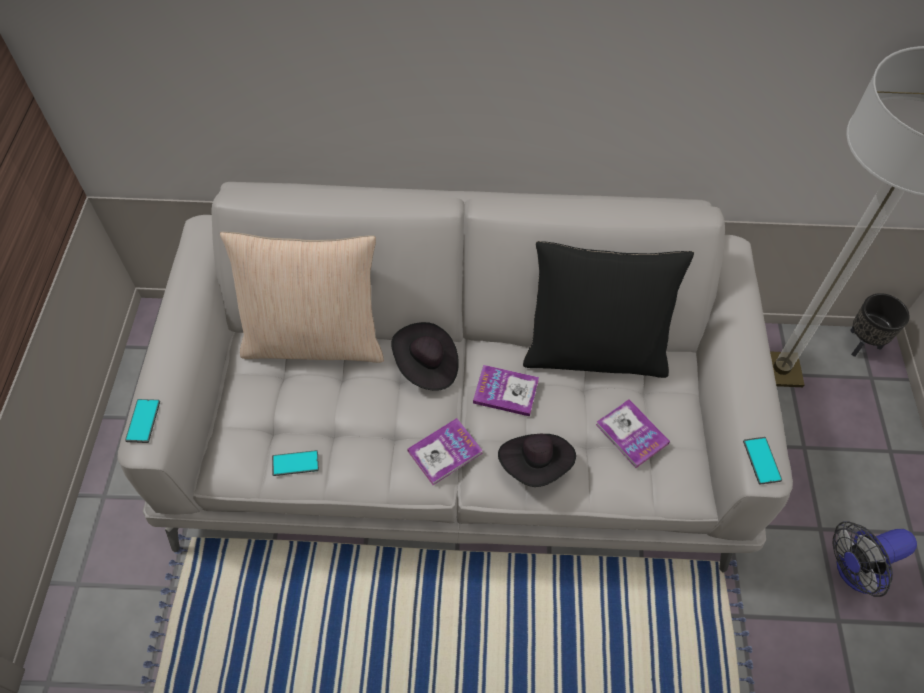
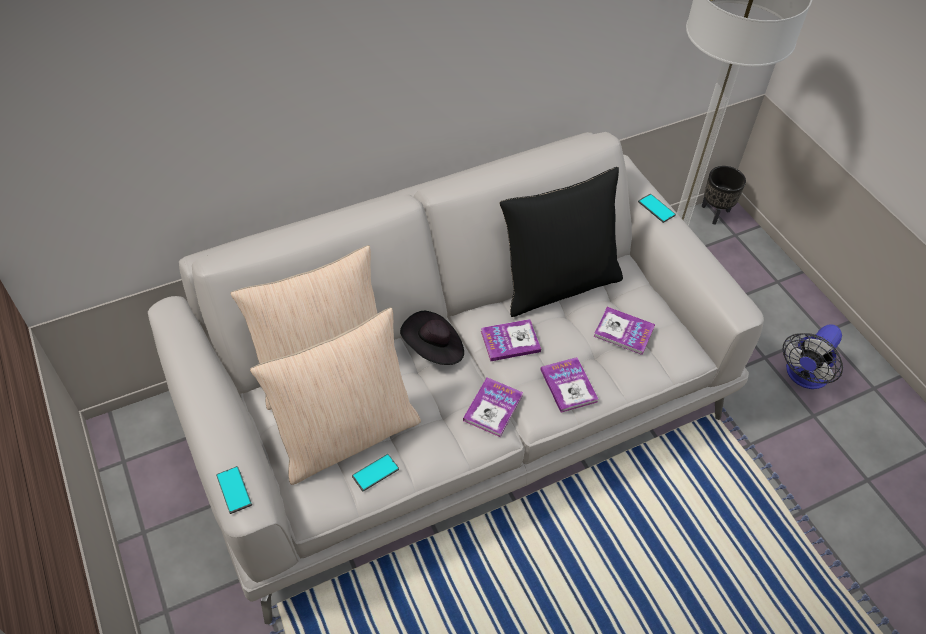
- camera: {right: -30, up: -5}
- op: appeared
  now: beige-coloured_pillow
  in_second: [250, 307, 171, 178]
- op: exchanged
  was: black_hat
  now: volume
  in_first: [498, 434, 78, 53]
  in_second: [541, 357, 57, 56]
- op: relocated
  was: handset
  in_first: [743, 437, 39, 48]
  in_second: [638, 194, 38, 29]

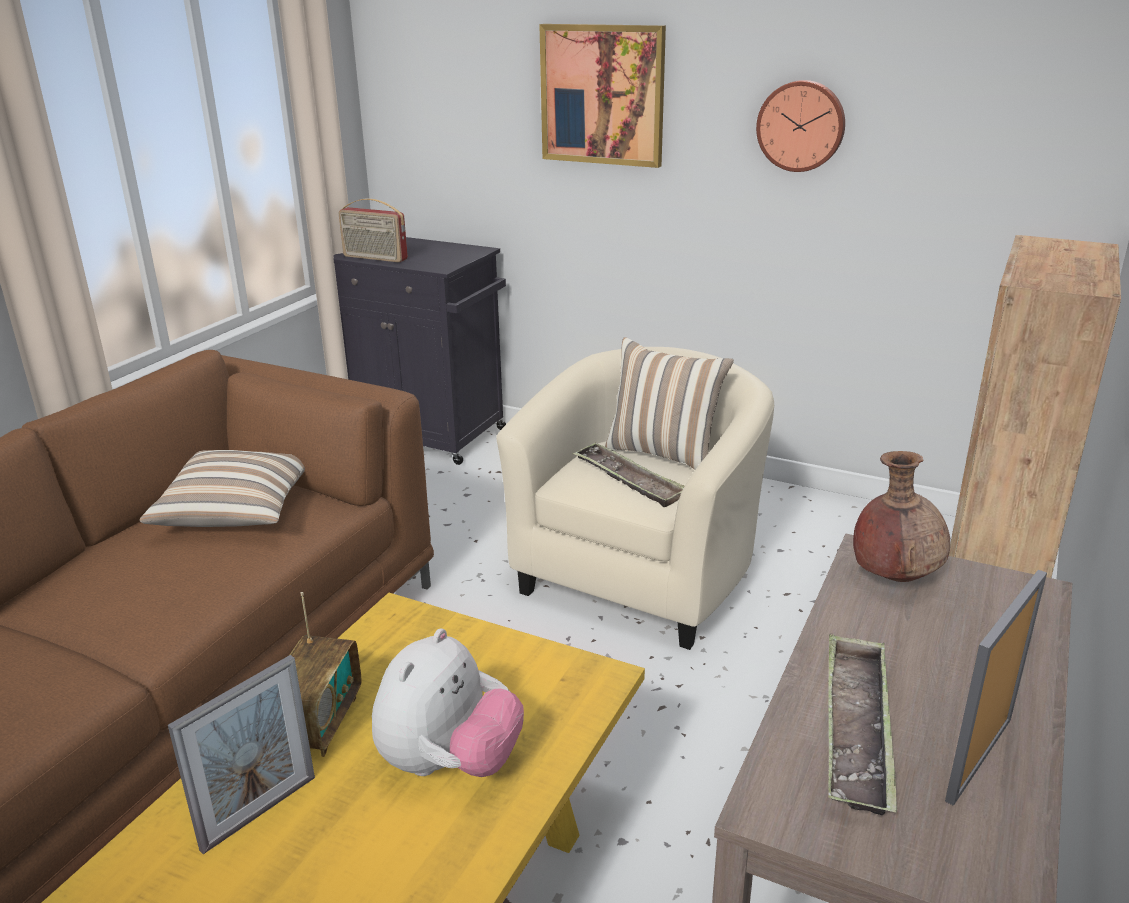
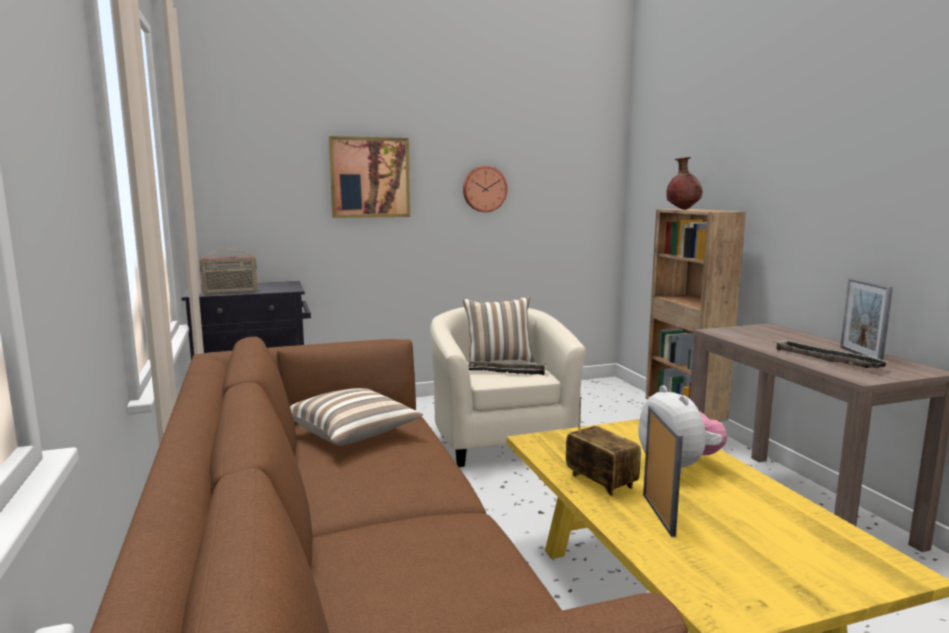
- camera: {right: -45, up: -15}
- op: relocated
  was: brown_flower_vase
  in_first: [853, 451, 97, 131]
  in_second: [666, 157, 37, 53]

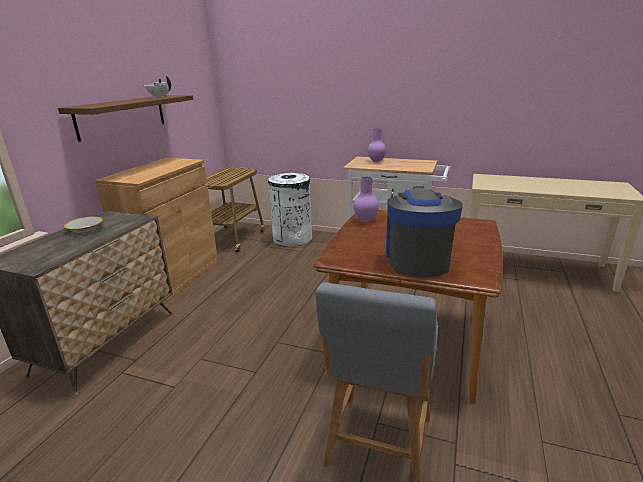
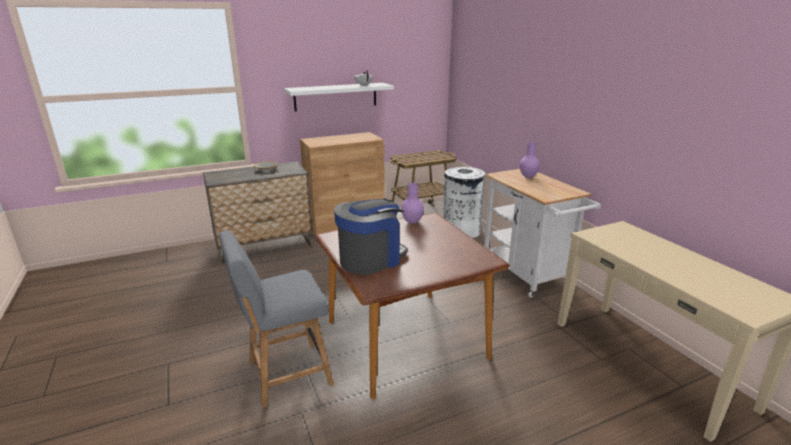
- camera: {right: 45, up: 0}
- op: colour
  was: brown_shelf
  now: white_shelf
  in_first: [58, 95, 136, 47]
  in_second: [284, 83, 110, 29]

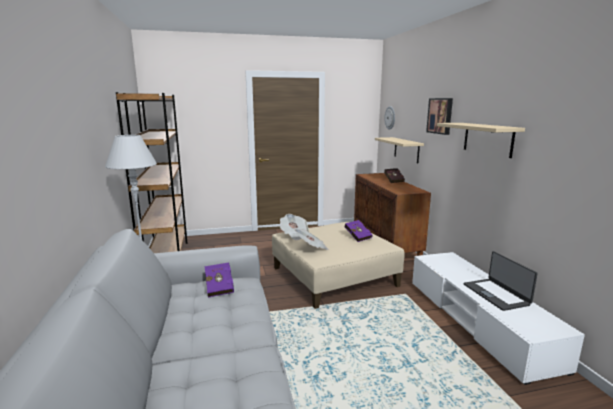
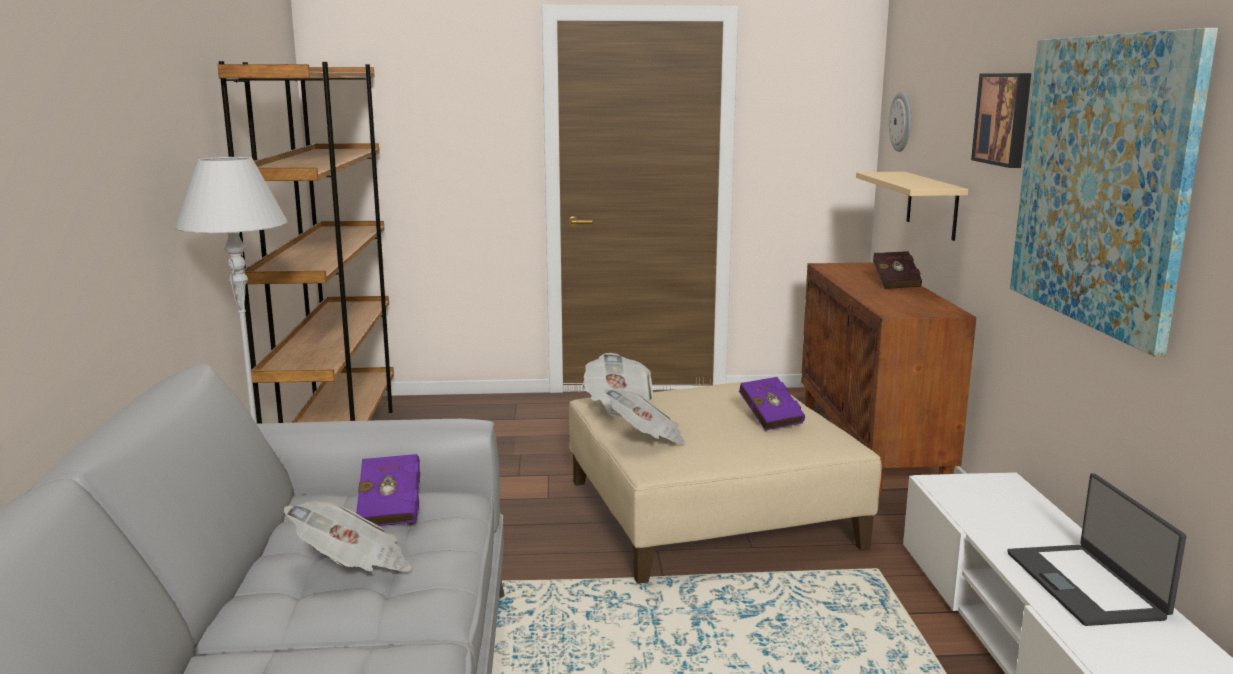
- camera: {right: 10, up: 0}
- op: appeared
  now: daily_paper
  in_second: [284, 501, 129, 71]
- op: exchanged
  was: beige-coloured_shelf
  now: wall_art
  in_first: [437, 123, 88, 35]
  in_second: [1010, 28, 208, 329]

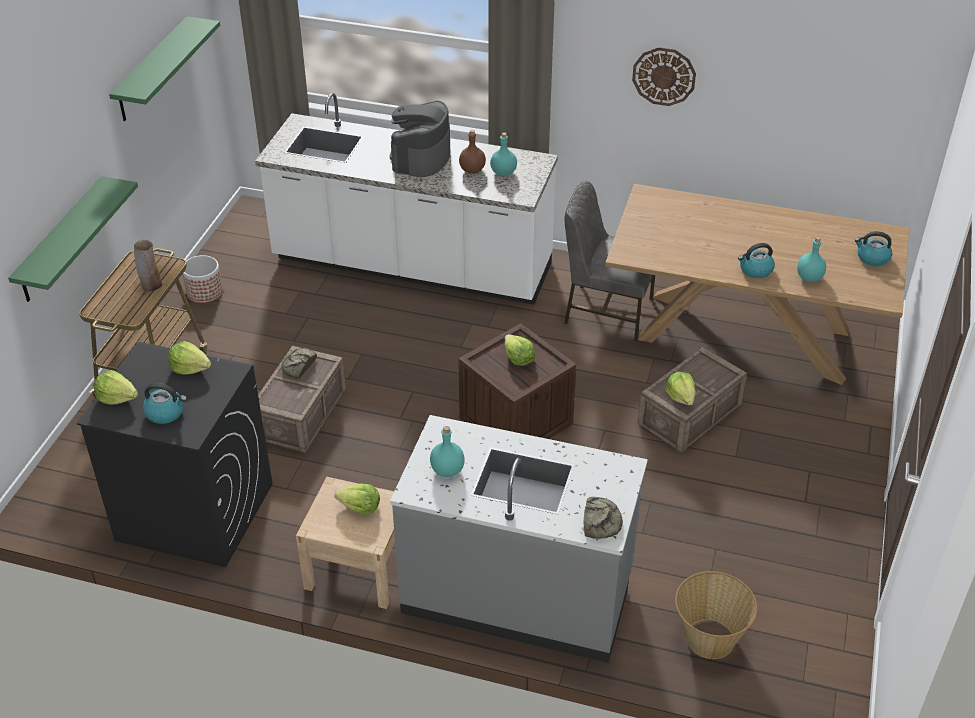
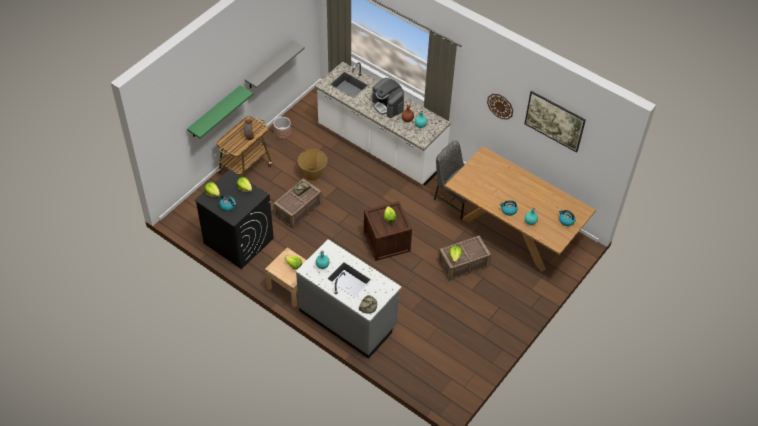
- camera: {right: 20, up: 10}
- op: appeared
  now: greyish_shelf
  in_second: [245, 40, 60, 48]
- op: relocated
  was: basket
  in_first: [675, 571, 83, 88]
  in_second: [298, 149, 29, 32]
- op: spun
  was: coffee_machine
  in_first: [390, 101, 60, 76]
  in_second: [372, 78, 32, 40]
  clockwise: -75
- op: appeared
  now: wall_art
  in_second: [524, 91, 62, 62]
- op: missing
  was: green-coloured_shelf
  in_first: [109, 16, 111, 105]

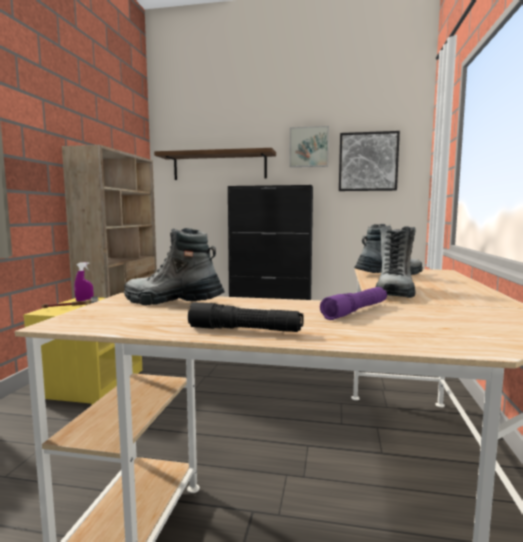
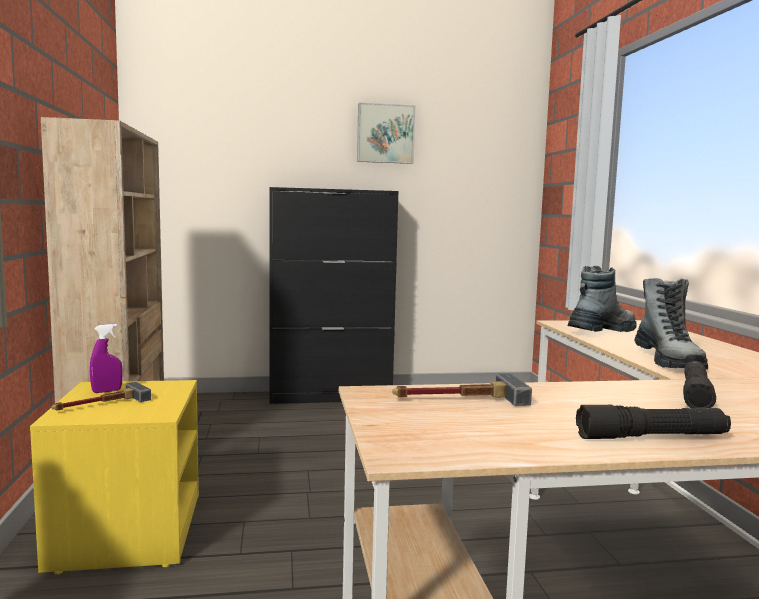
- camera: {right: -20, up: 0}
- op: exchanged
  was: boot
  now: hammer
  in_first: [124, 228, 100, 78]
  in_second: [392, 374, 140, 32]
- op: colour
  was: purplish_flashlight
  now: black_flashlight
  in_first: [320, 287, 67, 33]
  in_second: [683, 361, 33, 47]
- op: missing
  was: shelf
  in_first: [154, 148, 122, 32]
- op: missing
  was: wall_art
  in_first: [339, 131, 61, 60]

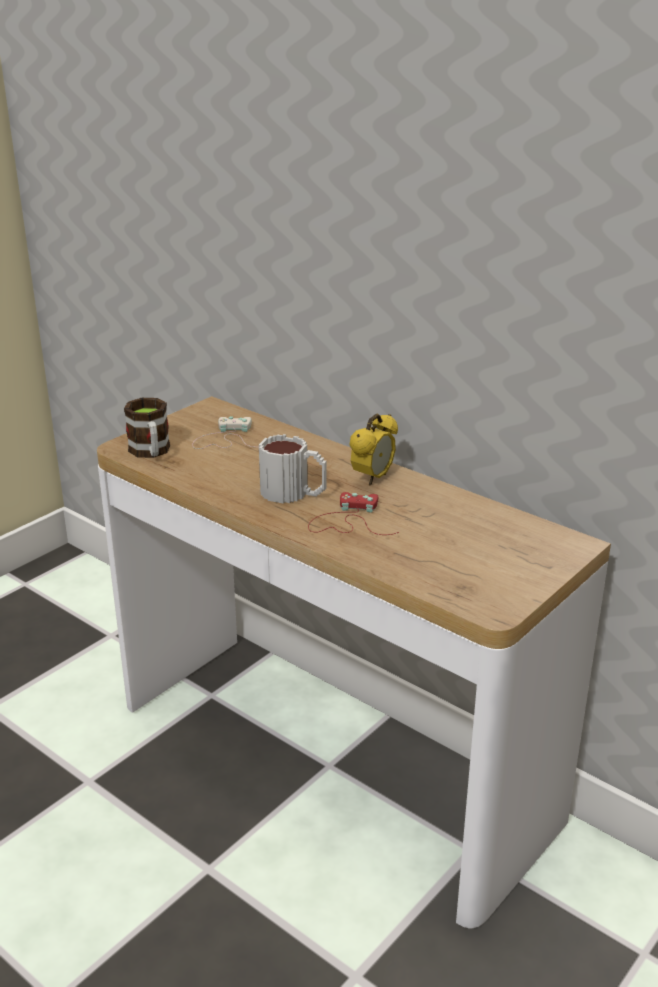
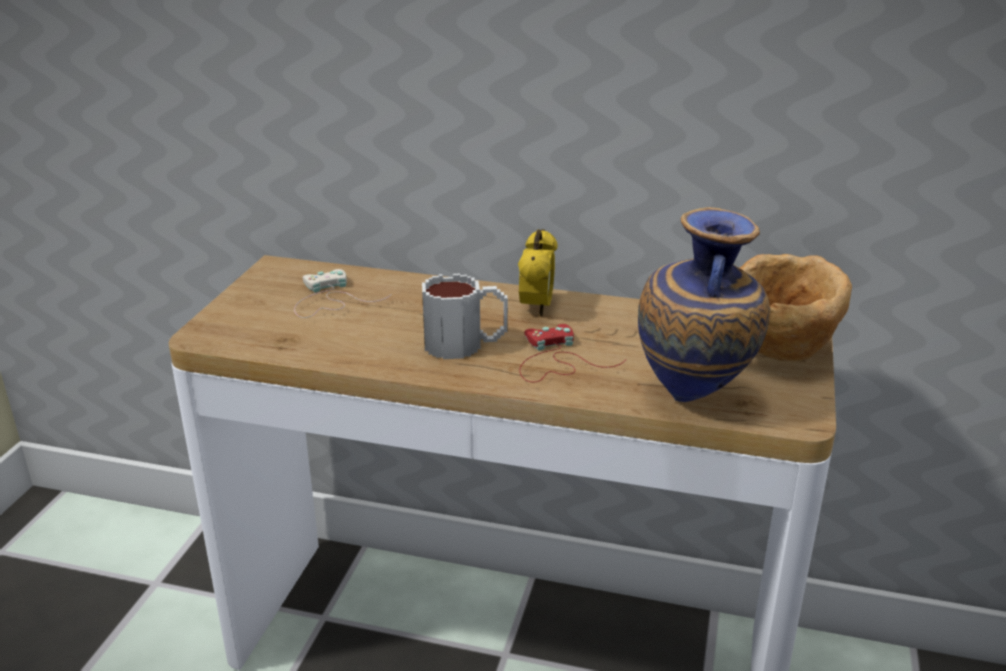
- camera: {right: -25, up: 0}
- op: appeared
  now: flower_vase
  in_second: [638, 207, 132, 195]
- op: appeared
  now: brown_bowl
  in_second: [740, 254, 112, 107]
- op: missing
  was: coffee_mug
  in_first: [124, 398, 46, 60]

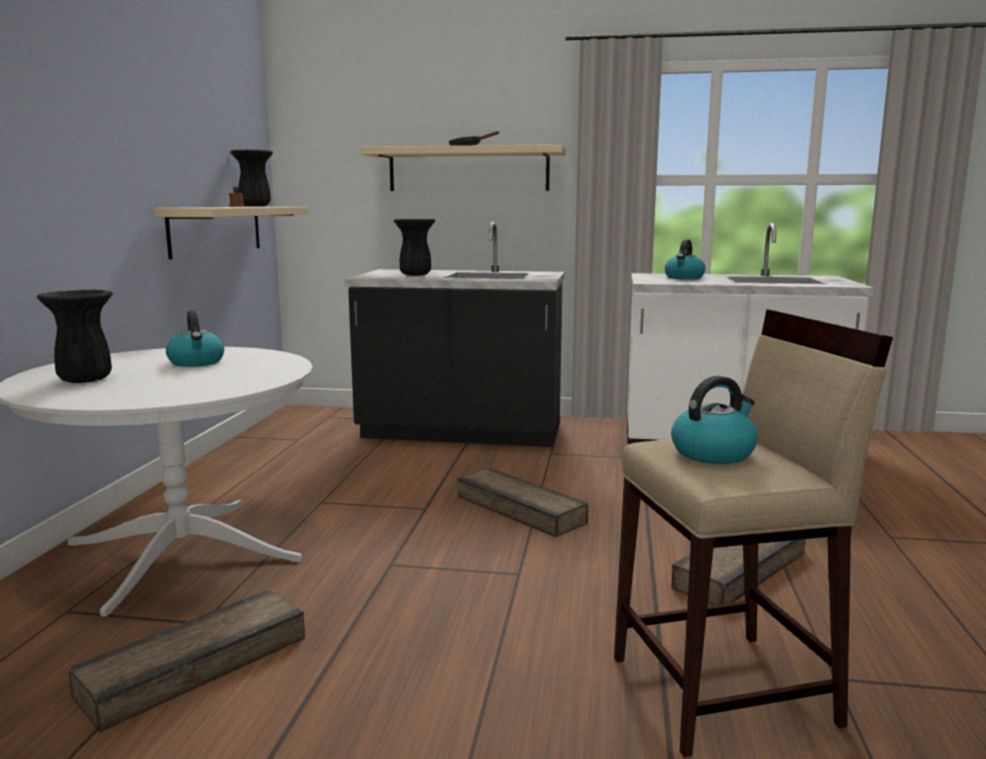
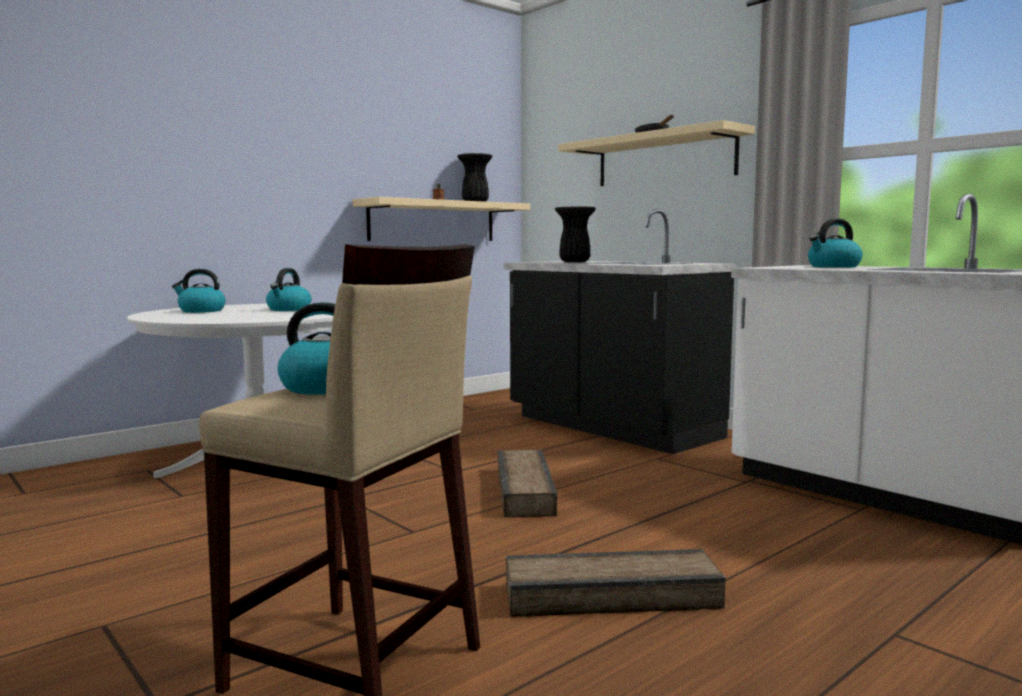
- camera: {right: 40, up: -5}
- op: exchanged
  was: black_flower_vase
  now: kettle
  in_first: [37, 289, 76, 94]
  in_second: [172, 269, 54, 44]
- op: missing
  was: crate
  in_first: [68, 589, 237, 143]

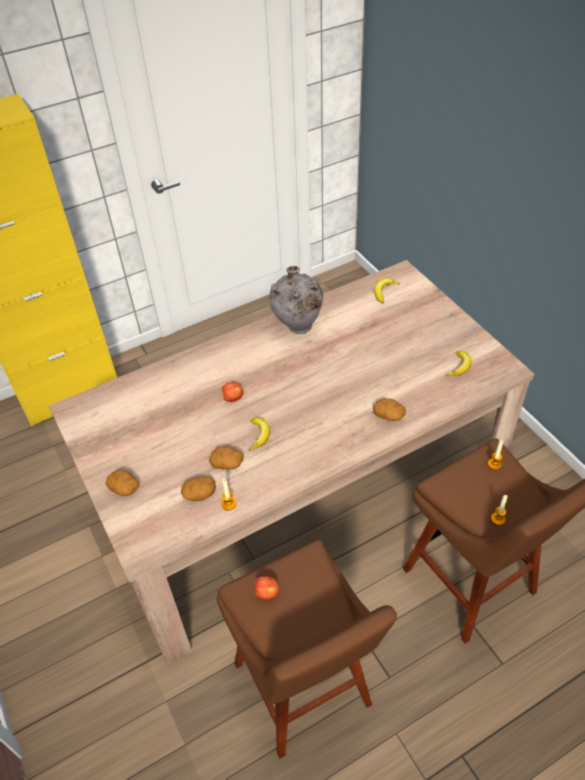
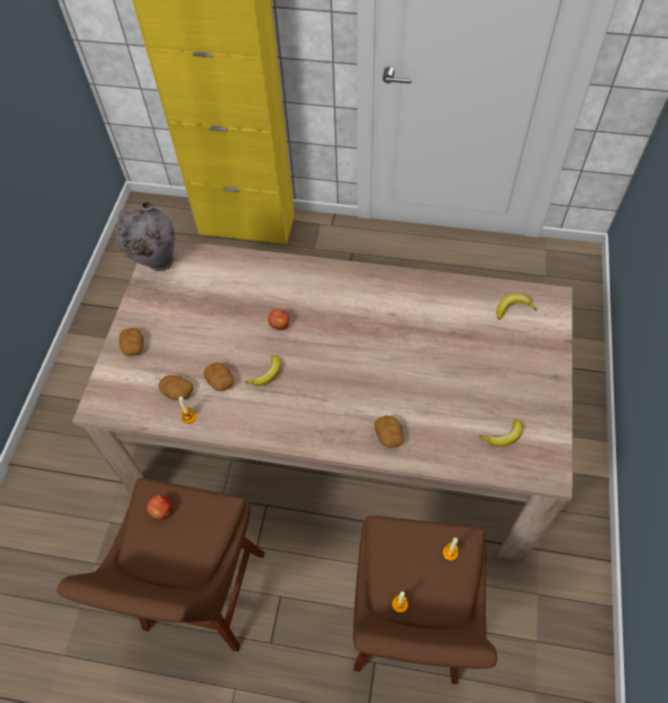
- camera: {right: 40, up: 10}
- op: relocated
  was: greyish_flower_vase
  in_first: [269, 266, 54, 68]
  in_second: [115, 201, 60, 70]

